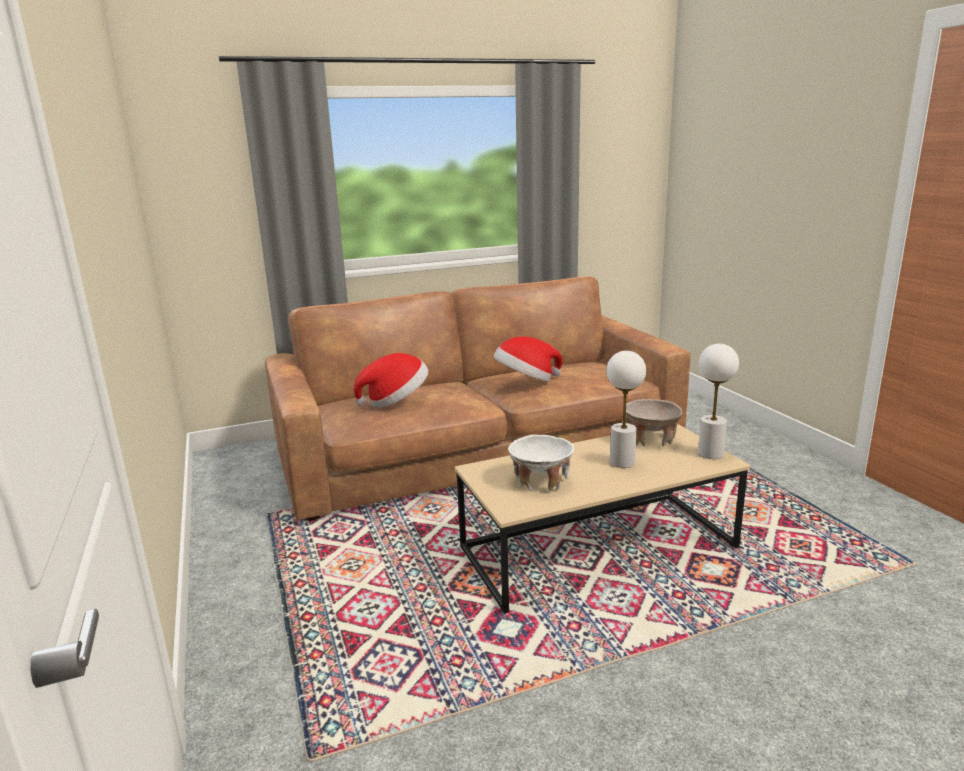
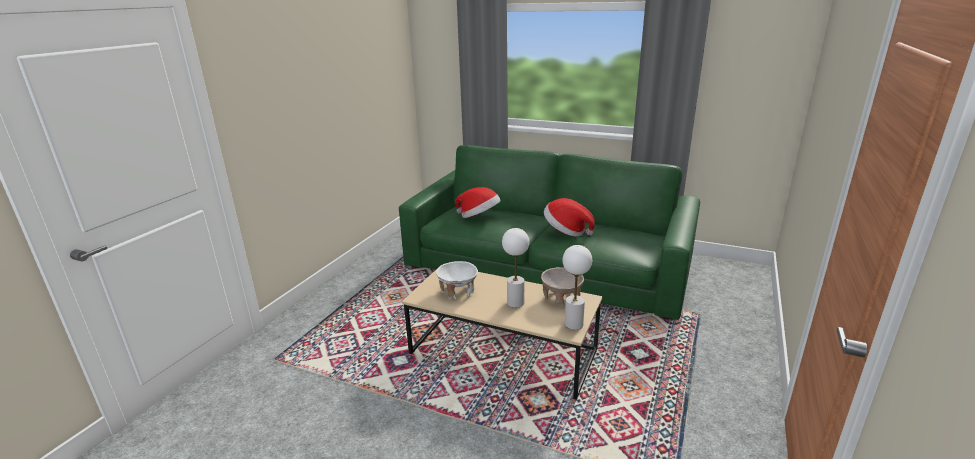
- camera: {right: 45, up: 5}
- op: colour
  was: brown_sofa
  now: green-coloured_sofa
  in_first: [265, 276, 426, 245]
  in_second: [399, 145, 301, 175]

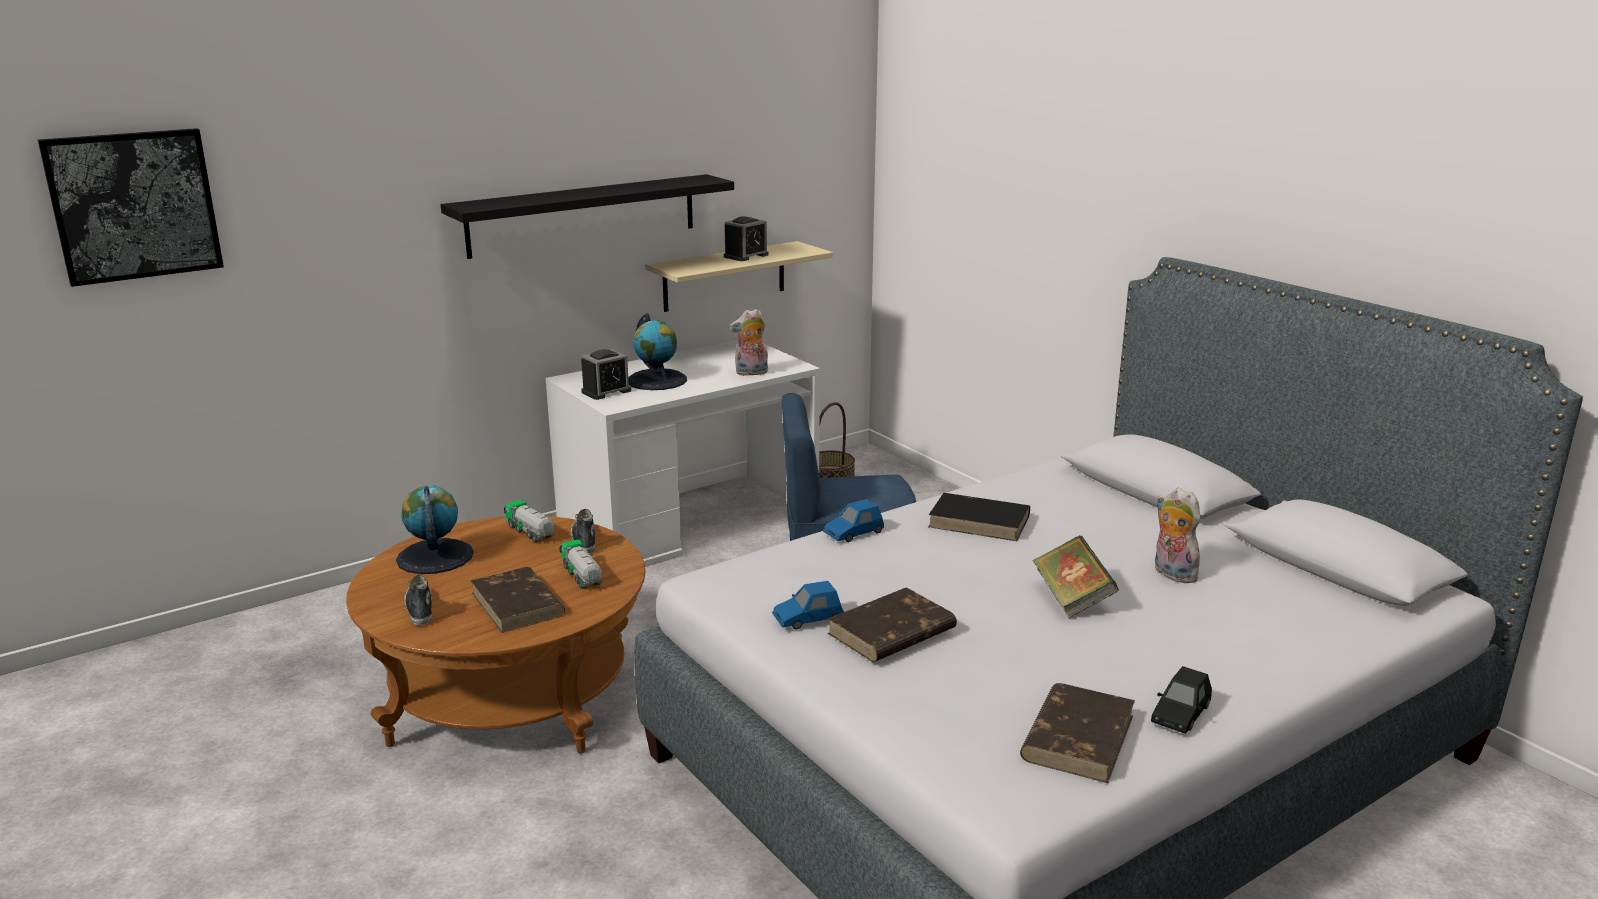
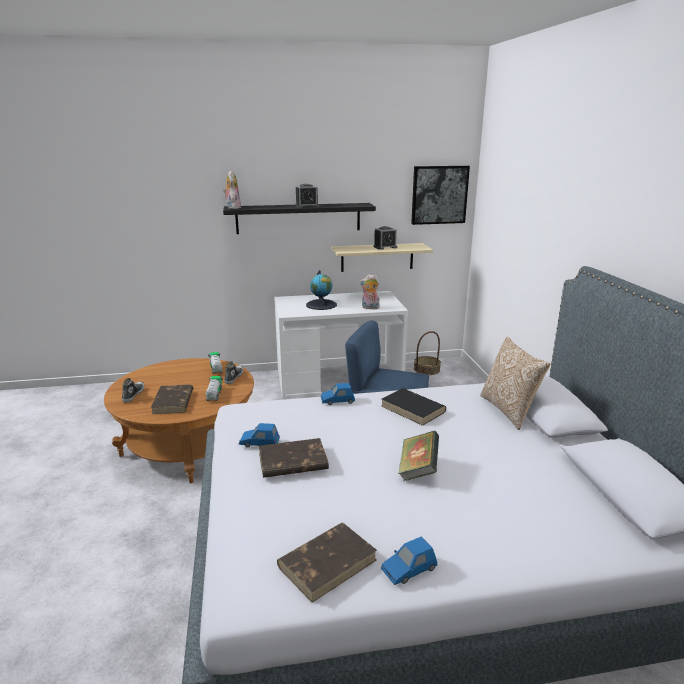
- camera: {right: 25, up: 0}
- op: relocated
  was: soft_toy
  in_first: [1155, 488, 45, 95]
  in_second: [223, 171, 18, 38]
- op: relocated
  was: bedside_clock
  in_first: [581, 349, 50, 51]
  in_second: [295, 184, 24, 24]
- op: colour
  was: black_model_car
  now: blue_model_car
  in_first: [1151, 666, 61, 67]
  in_second: [381, 536, 56, 49]
- op: relocated
  was: wall_art
  in_first: [38, 128, 186, 159]
  in_second: [411, 166, 59, 59]
- op: appeared
  now: pillow
  in_second: [480, 337, 71, 93]
- op: missing
  was: globe
  in_first: [396, 486, 78, 88]

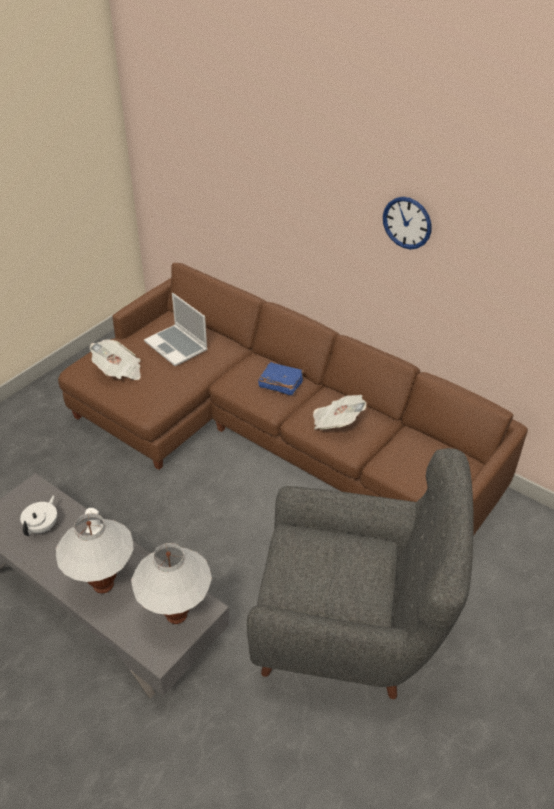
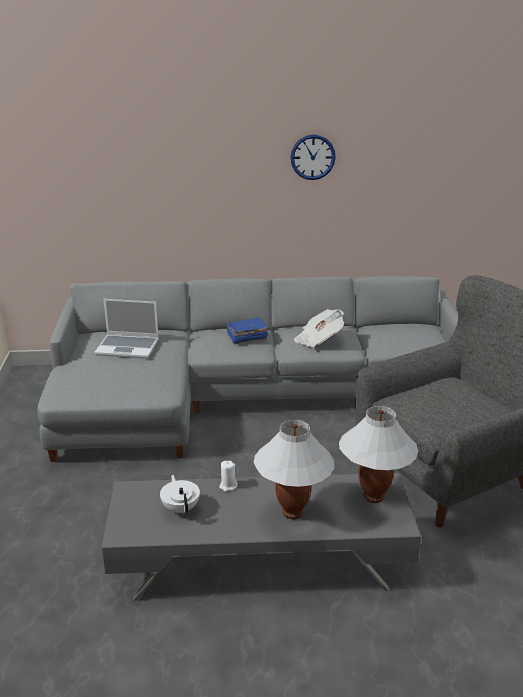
- camera: {right: -40, up: -15}
- op: colour
  was: brown_sofa
  now: greyish_sofa
  in_first: [58, 263, 470, 273]
  in_second: [37, 276, 421, 186]
- op: missing
  was: daily_paper
  in_first: [90, 340, 51, 40]

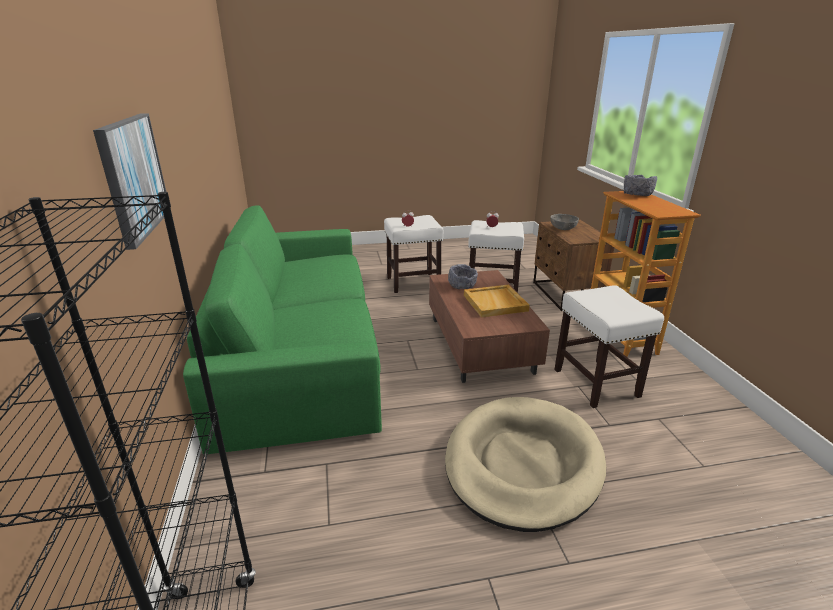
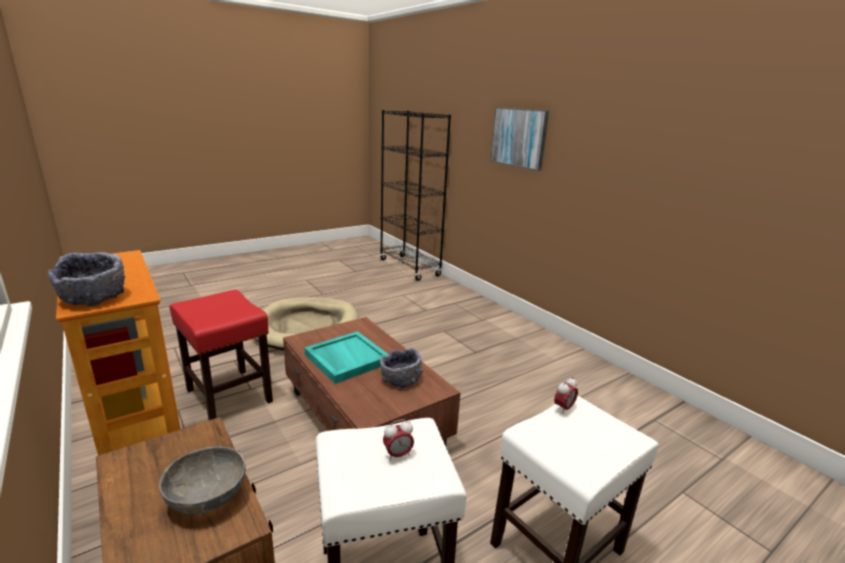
- camera: {right: 155, up: -5}
- op: colour
  was: white_stool_seat
  now: reddish_stool_seat
  in_first: [554, 285, 110, 123]
  in_second: [169, 290, 104, 130]
- op: colour
  was: beige-coloured_tray
  now: turquoise_tray
  in_first: [464, 285, 66, 33]
  in_second: [305, 331, 84, 53]
- op: missing
  was: green-coloured_sofa
  in_first: [183, 205, 199, 249]

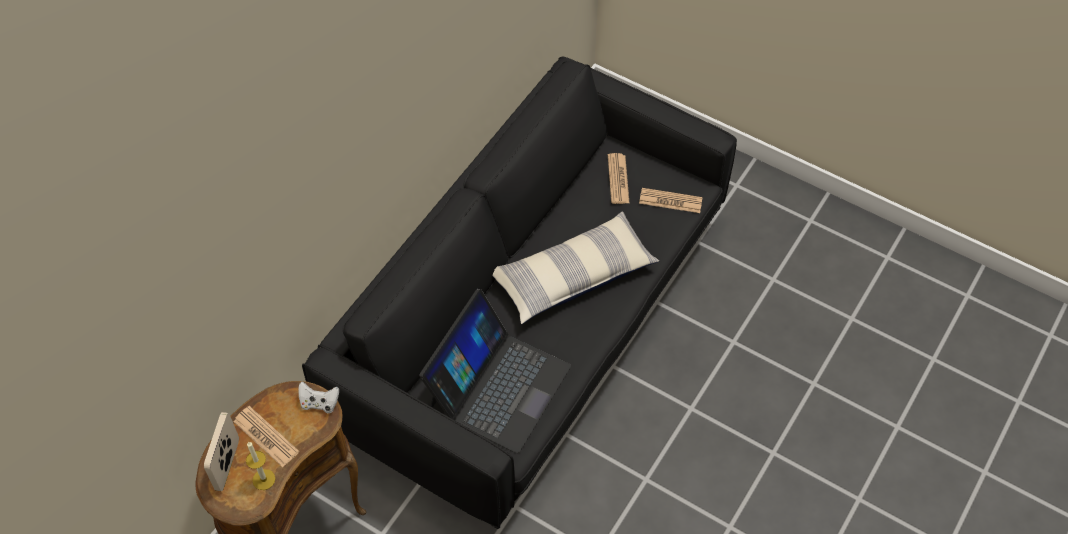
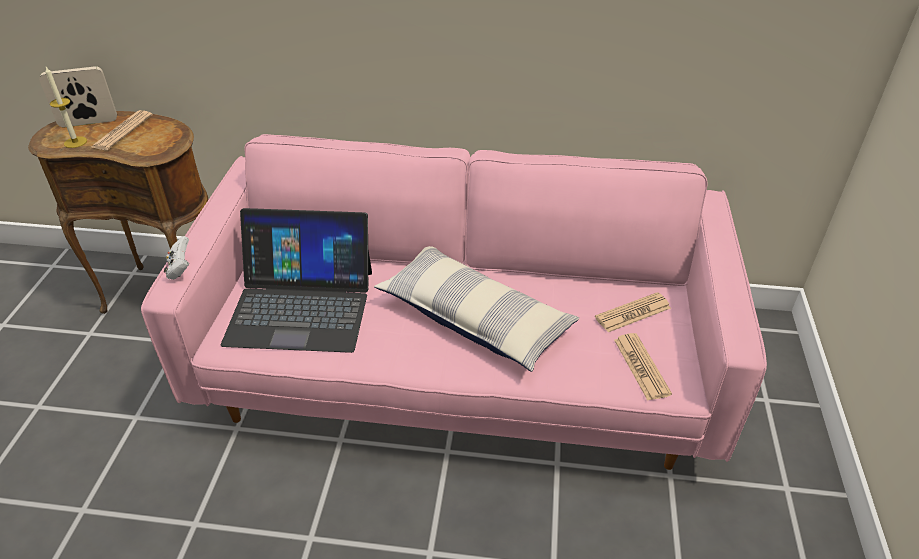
- camera: {right: 65, up: -15}
- op: colour
  was: black_sofa
  now: pink-coloured_sofa
  in_first: [302, 56, 435, 473]
  in_second: [141, 134, 626, 336]
- op: relocated
  was: white_gamepad
  in_first: [298, 382, 41, 31]
  in_second: [164, 236, 25, 44]

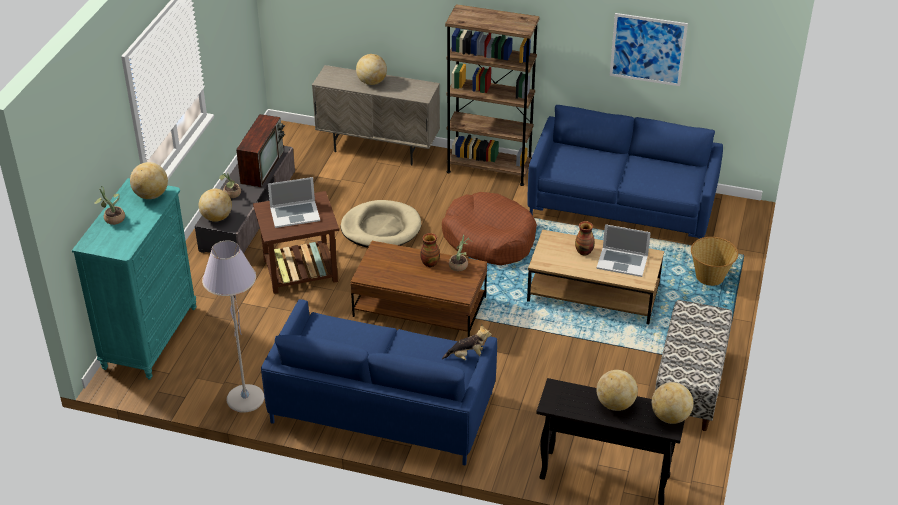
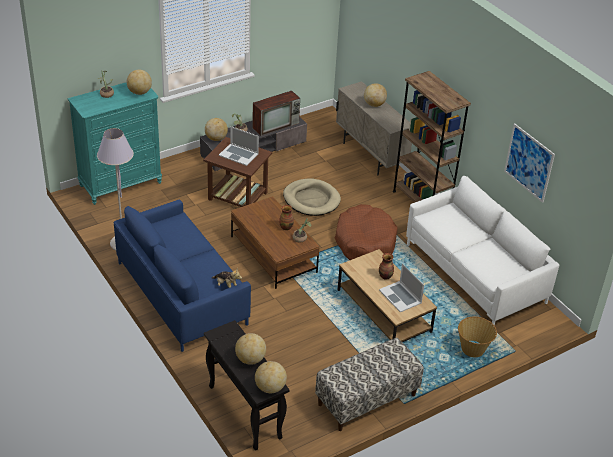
- camera: {right: 40, up: 0}
- op: colour
  was: blue_sofa
  now: white_sofa
  in_first: [528, 105, 195, 134]
  in_second: [406, 176, 154, 150]

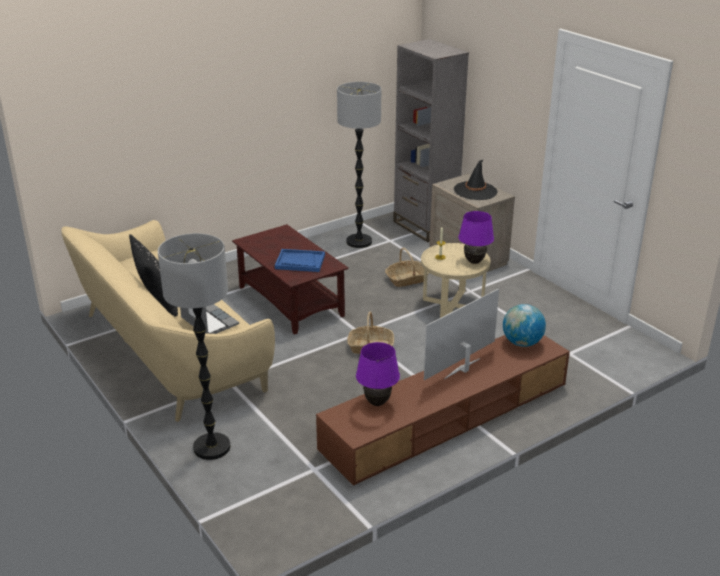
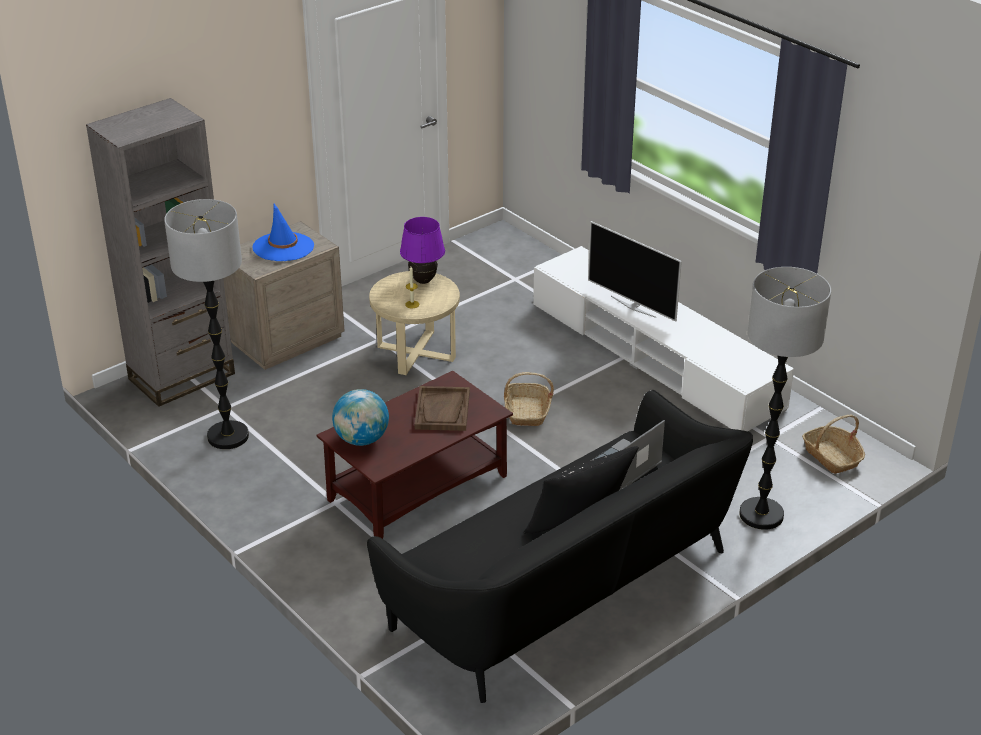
- camera: {right: -95, up: 5}
- op: colour
  was: black_hat
  now: blue_hat
  in_first: [454, 159, 44, 41]
  in_second: [253, 204, 61, 57]
- op: relocated
  was: globe
  in_first: [503, 304, 43, 43]
  in_second: [332, 389, 57, 57]
- op: colour
  was: beige-coloured_sofa
  now: black_sofa
  in_first: [61, 220, 214, 202]
  in_second: [367, 390, 386, 313]
- op: colour
  was: blue_tray
  now: brown_tray
  in_first: [275, 249, 50, 23]
  in_second: [415, 386, 55, 45]
- op: colour
  was: brown_tv_stand
  now: white_tv_stand
  in_first: [316, 335, 254, 152]
  in_second: [533, 246, 261, 185]
- op: relocated
  was: basket
  in_first: [385, 248, 44, 39]
  in_second: [802, 414, 63, 60]
- op: missing
  was: purplish_table_lamp
  in_first: [356, 342, 44, 64]

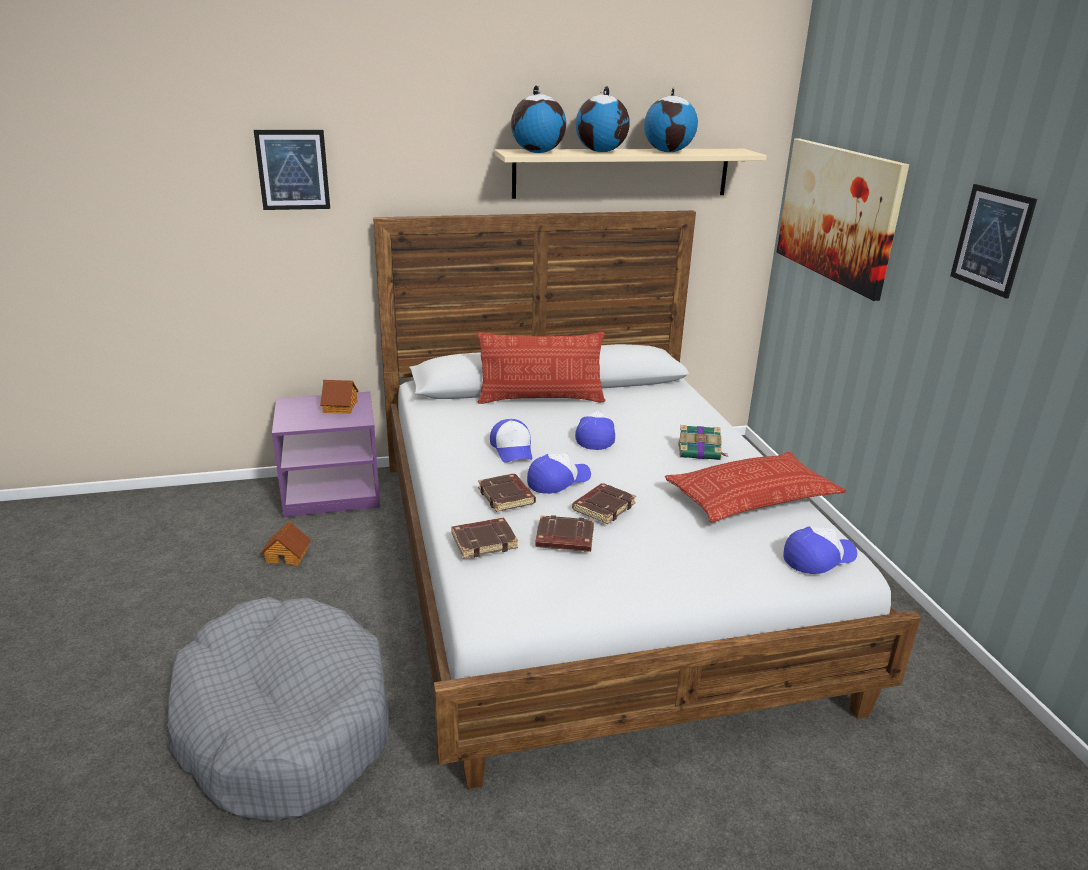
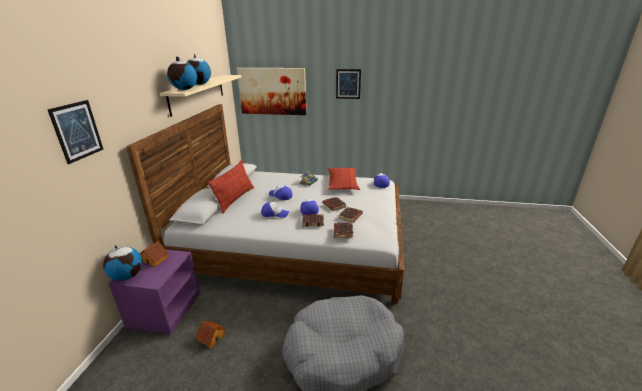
- camera: {right: -65, up: 0}
- op: relocated
  was: globe
  in_first: [644, 87, 54, 66]
  in_second: [103, 245, 39, 36]

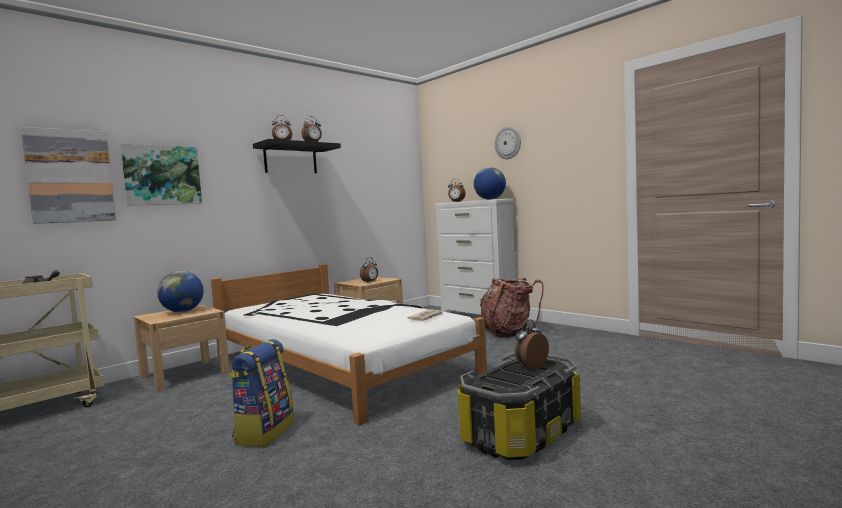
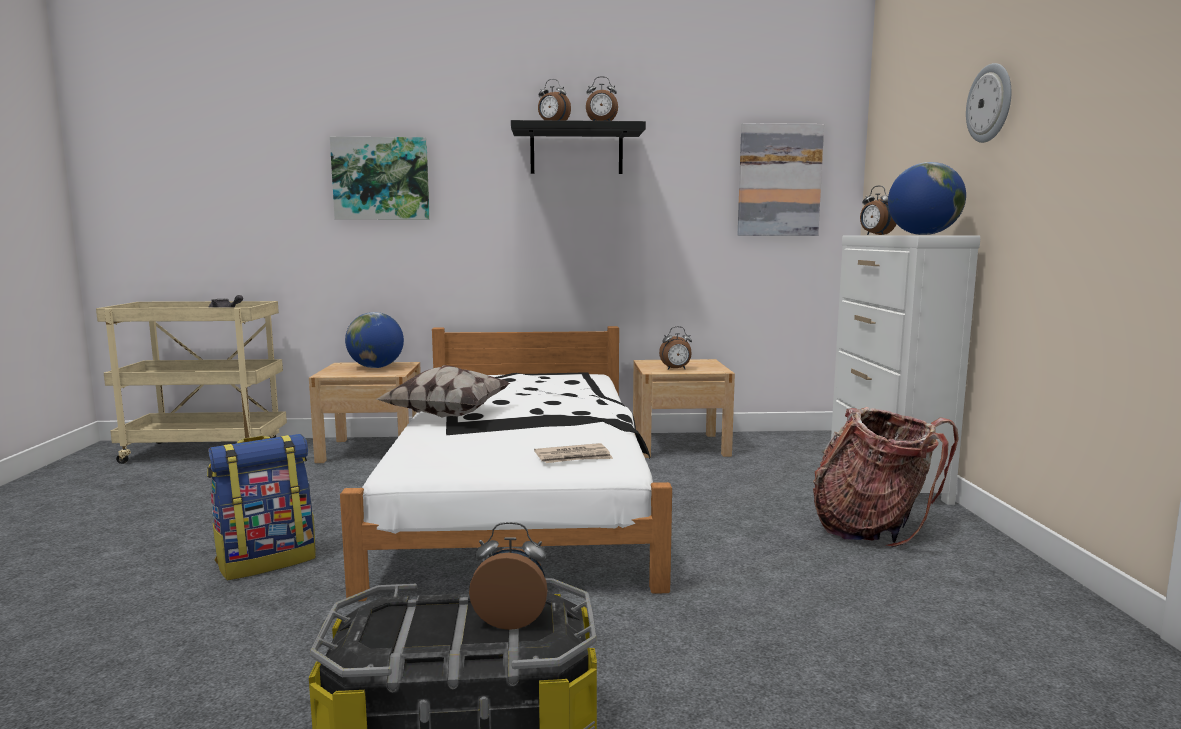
- camera: {right: 40, up: 5}
- op: appeared
  now: pillow
  in_second: [377, 365, 134, 52]
- op: relocated
  was: wall_art
  in_first: [21, 127, 95, 97]
  in_second: [738, 123, 86, 113]

